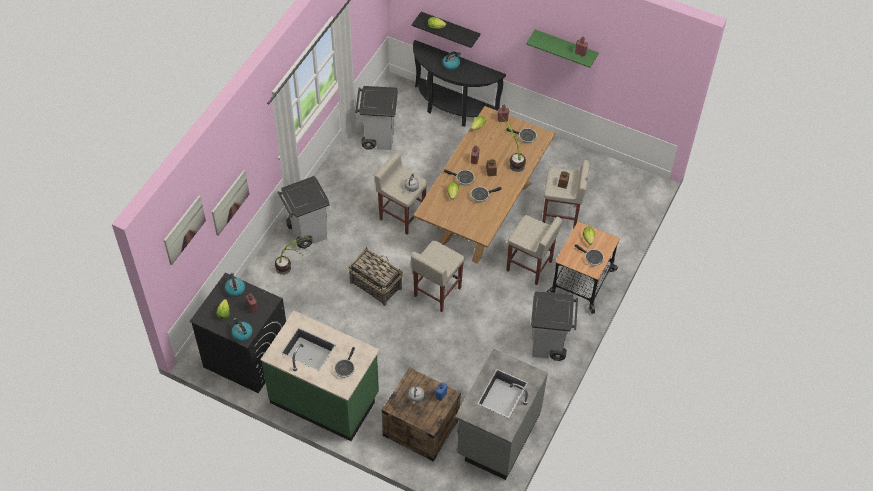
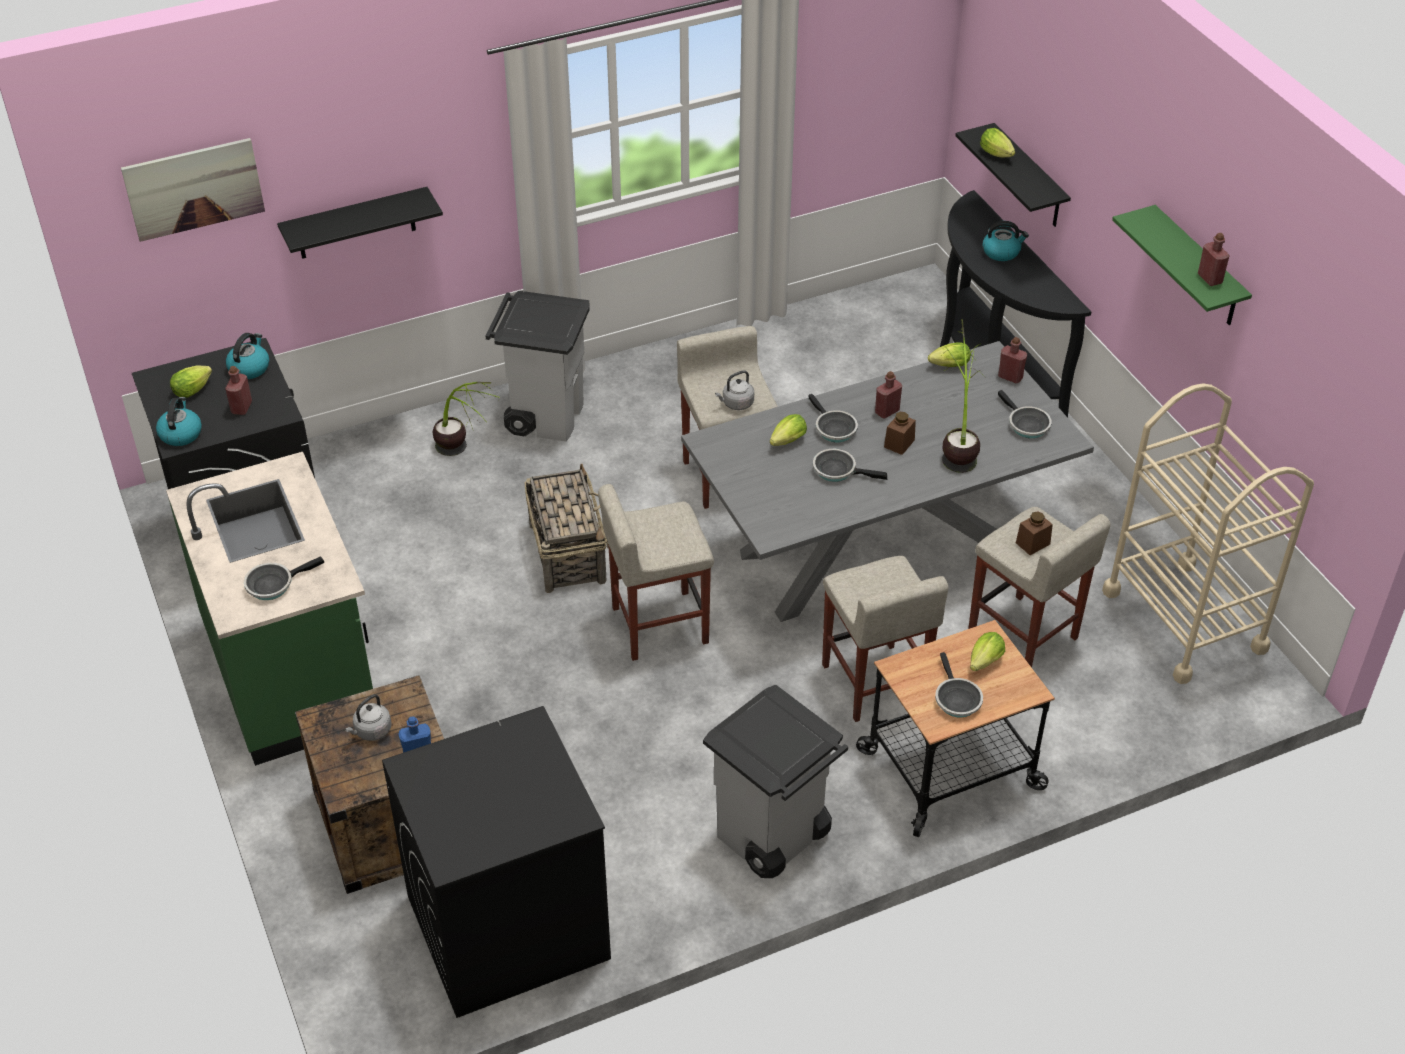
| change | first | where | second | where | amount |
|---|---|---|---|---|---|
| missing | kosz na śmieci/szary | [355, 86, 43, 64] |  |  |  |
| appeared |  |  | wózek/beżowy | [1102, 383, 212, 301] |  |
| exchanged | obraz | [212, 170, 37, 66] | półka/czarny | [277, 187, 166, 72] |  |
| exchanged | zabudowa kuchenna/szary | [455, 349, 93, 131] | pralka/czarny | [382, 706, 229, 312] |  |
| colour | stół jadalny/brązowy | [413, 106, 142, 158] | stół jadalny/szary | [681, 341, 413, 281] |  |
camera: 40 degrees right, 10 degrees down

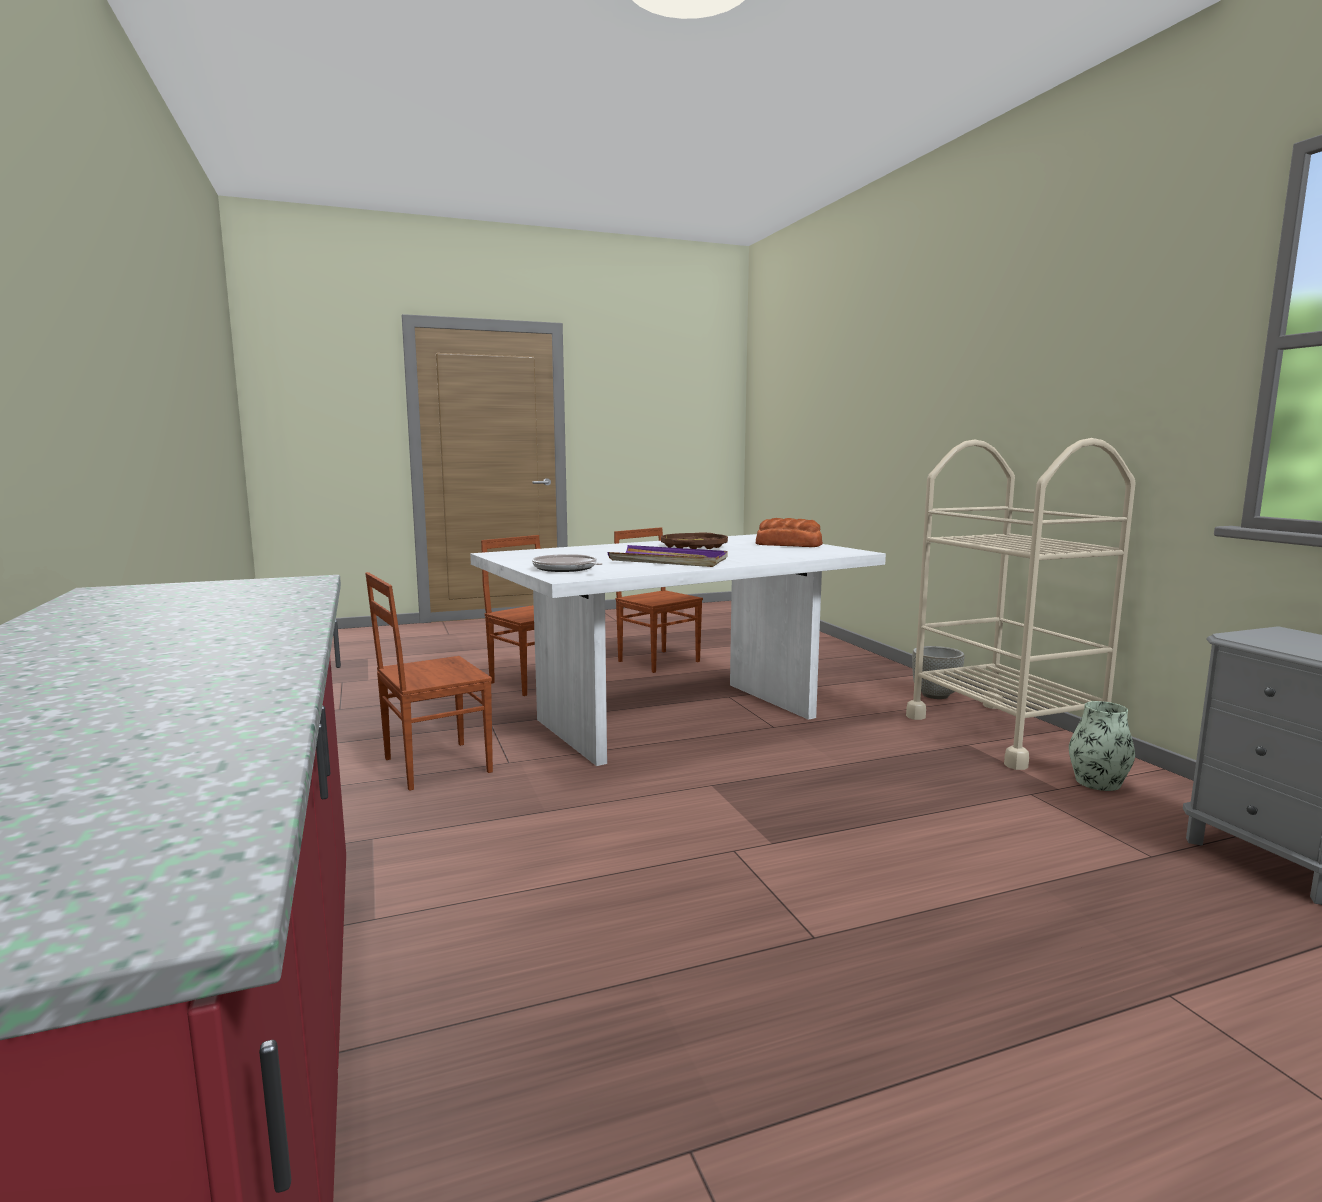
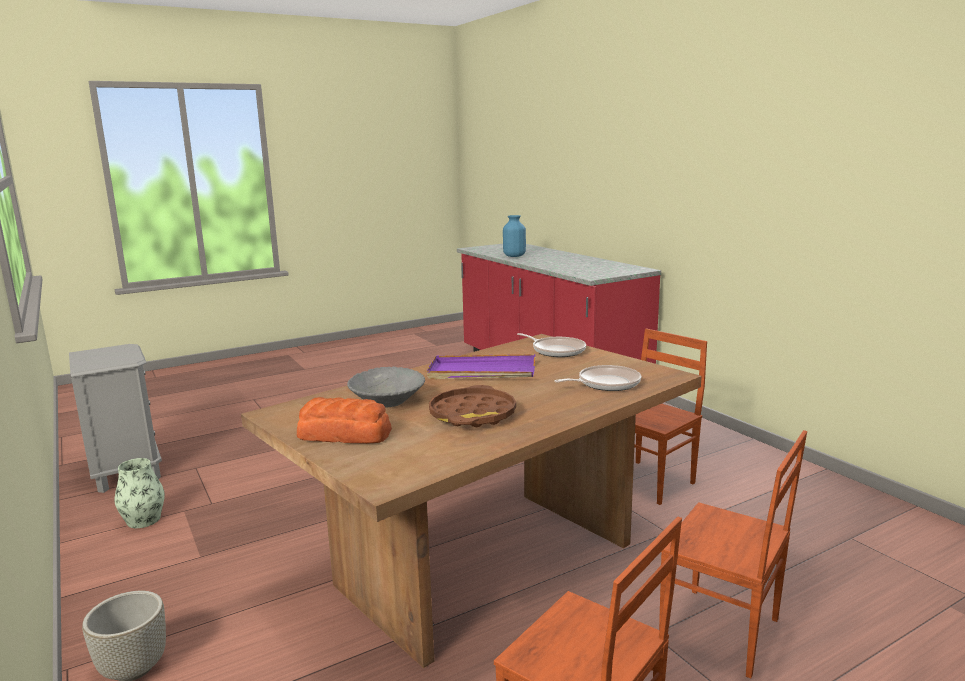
| change | first | where | second | where | amount |
|---|---|---|---|---|---|
| missing | wózek/beżowy | [906, 438, 230, 332] |  |  |  |
| appeared |  |  | miska/szary | [347, 367, 78, 40] |  |
| appeared |  |  | wazon/niebieski | [503, 215, 23, 42] |  |
| appeared |  |  | patelnia | [554, 365, 87, 26] |  |
| colour | stół jadalny/biały | [470, 534, 416, 232] | stół jadalny/brązowy | [241, 334, 461, 334] |  |
camera: 170 degrees right, 5 degrees up

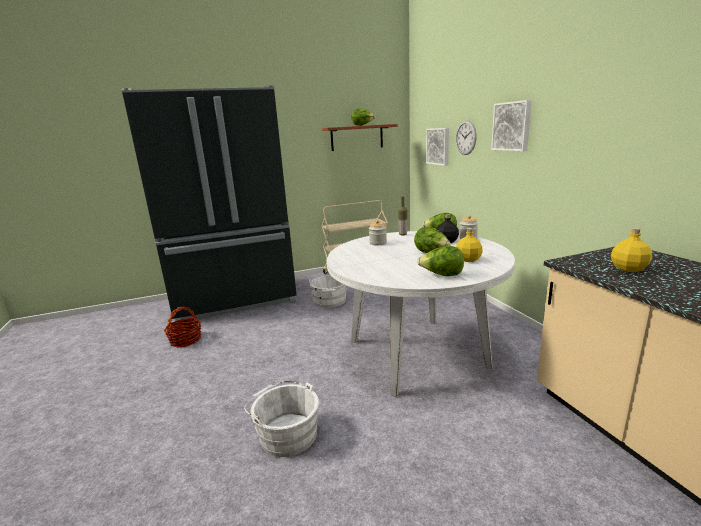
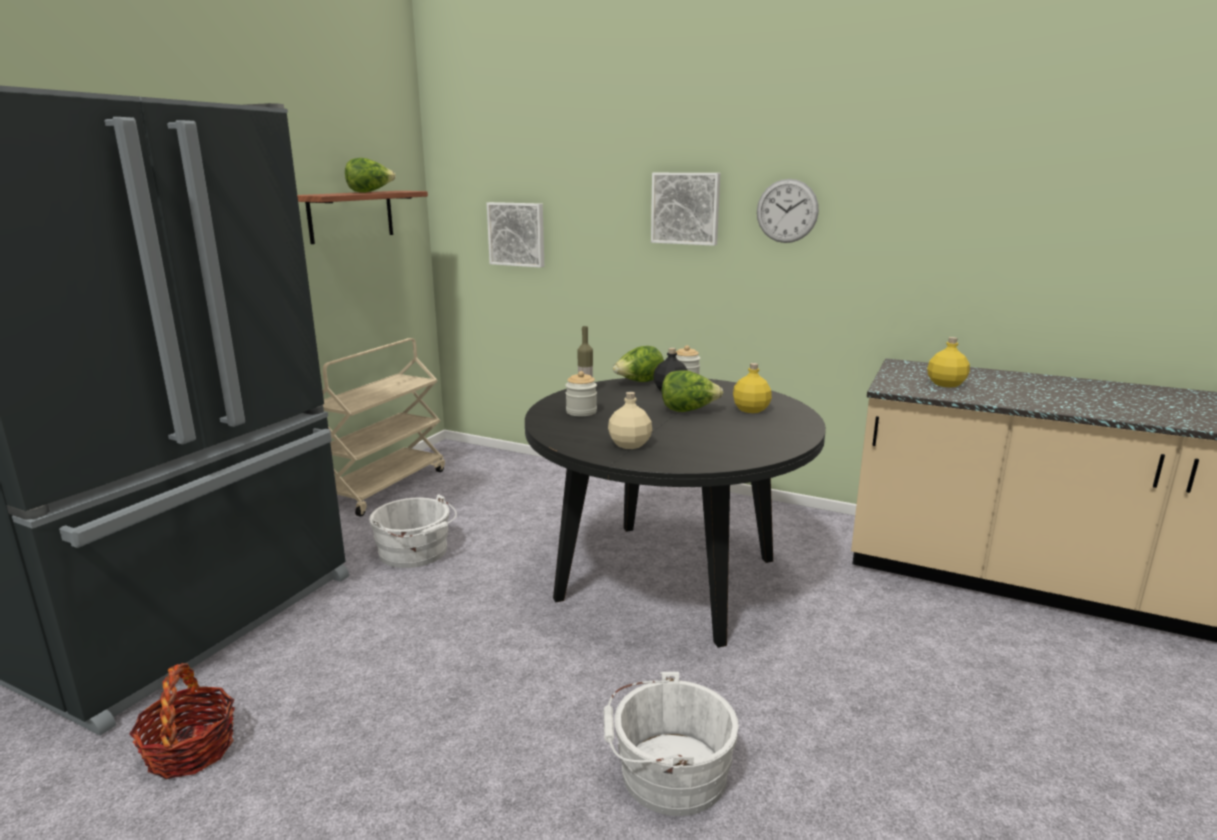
| change | first | where | second | where | amount |
|---|---|---|---|---|---|
| missing | sałata | [417, 246, 47, 30] |  |  |  |
| appeared |  |  | butelka/beżowy | [608, 392, 44, 57] |  |
| relocated | zegar ścienny | [456, 120, 21, 35] |  | [757, 179, 62, 64] |  |
| colour | stół jadalny/biały | [327, 231, 188, 166] | stół jadalny/czarny | [525, 378, 301, 270] |  |
camera: 45 degrees left, 0 degrees up

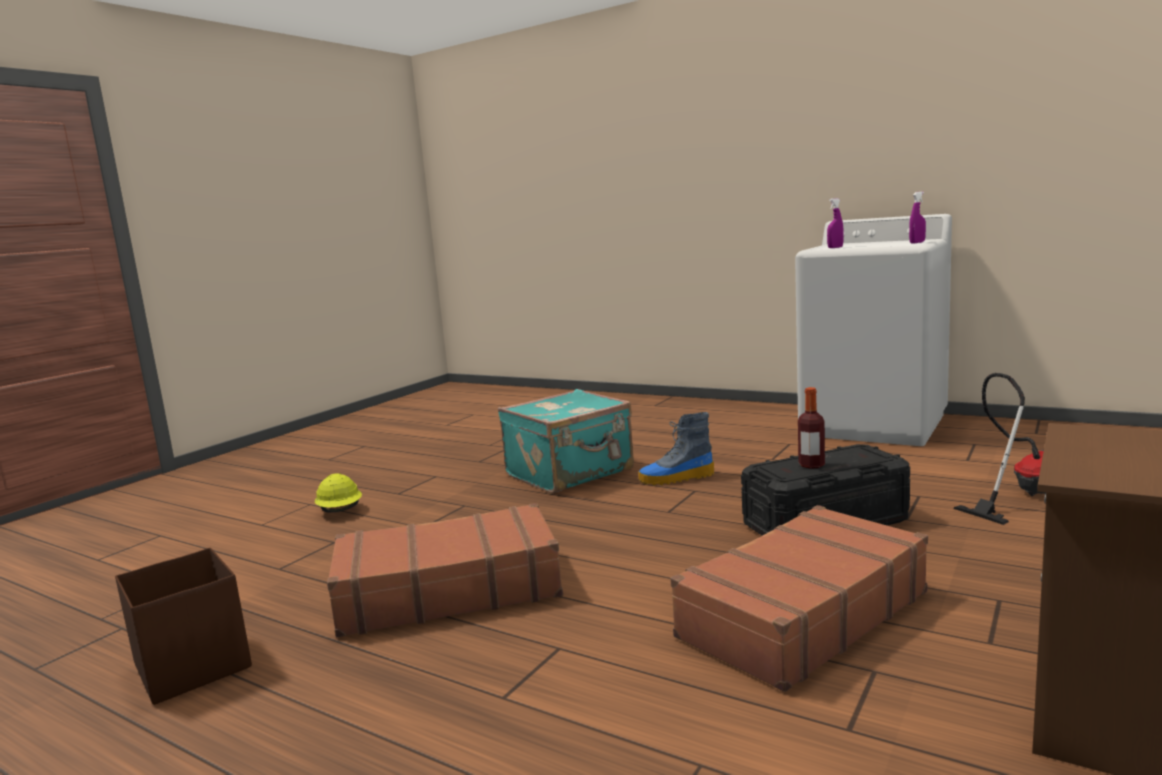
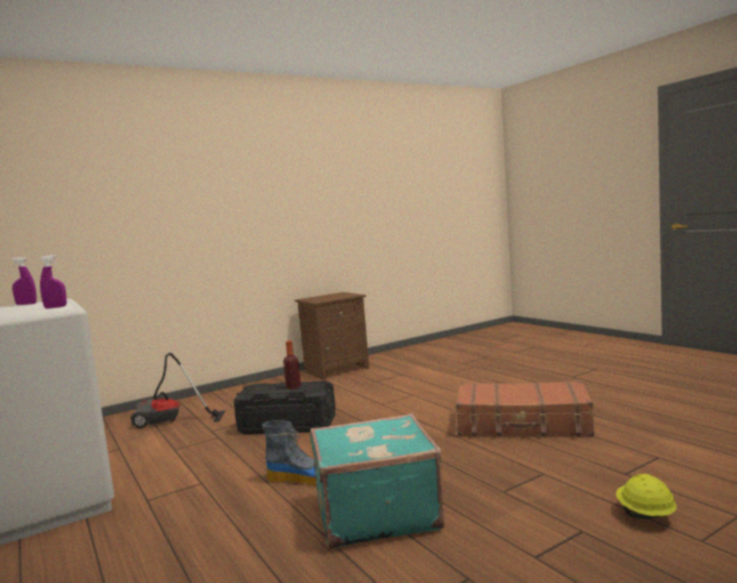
| change | first | where | second | where | amount |
|---|---|---|---|---|---|
| missing | pojemnik do przechowywania/brązowy | [115, 548, 137, 157] |  |  |  |
| missing | walizka/brązowy | [670, 505, 258, 187] |  |  |  |
camera: 155 degrees left, 5 degrees down

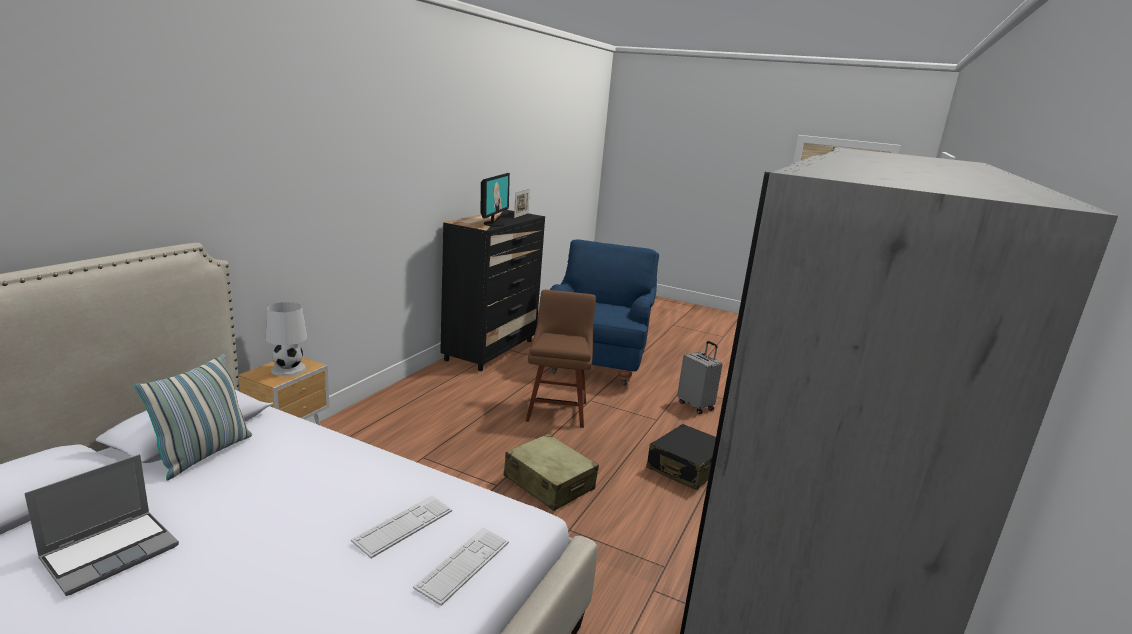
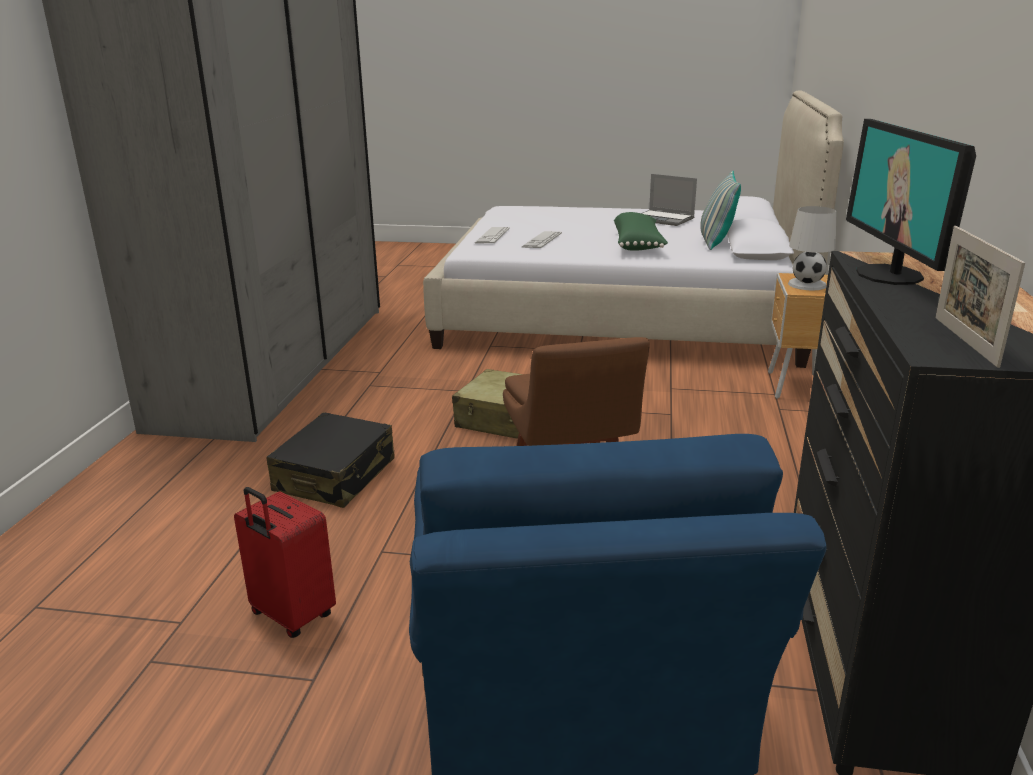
| change | first | where | second | where | amount |
|---|---|---|---|---|---|
| appeared |  |  | poduszka/zielony | [614, 212, 54, 39] |  |
| colour | walizka/szary | [677, 341, 46, 73] | walizka/czerwony | [234, 487, 102, 151] |  |
| spun | laptop | [24, 454, 155, 142] |  | [641, 174, 56, 52] | 75 degrees counterclockwise |
camera: 165 degrees right, 5 degrees up

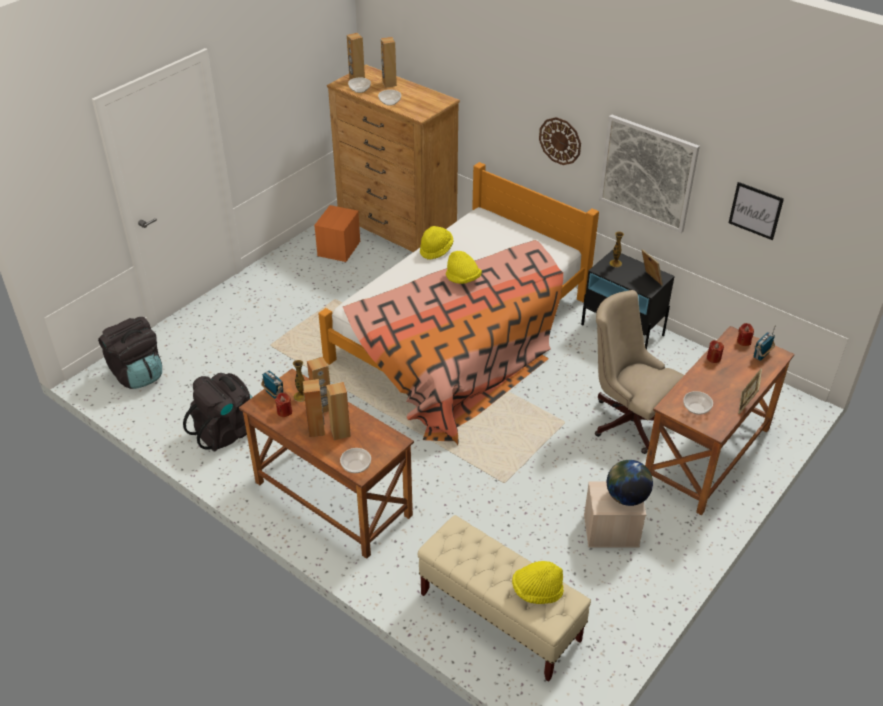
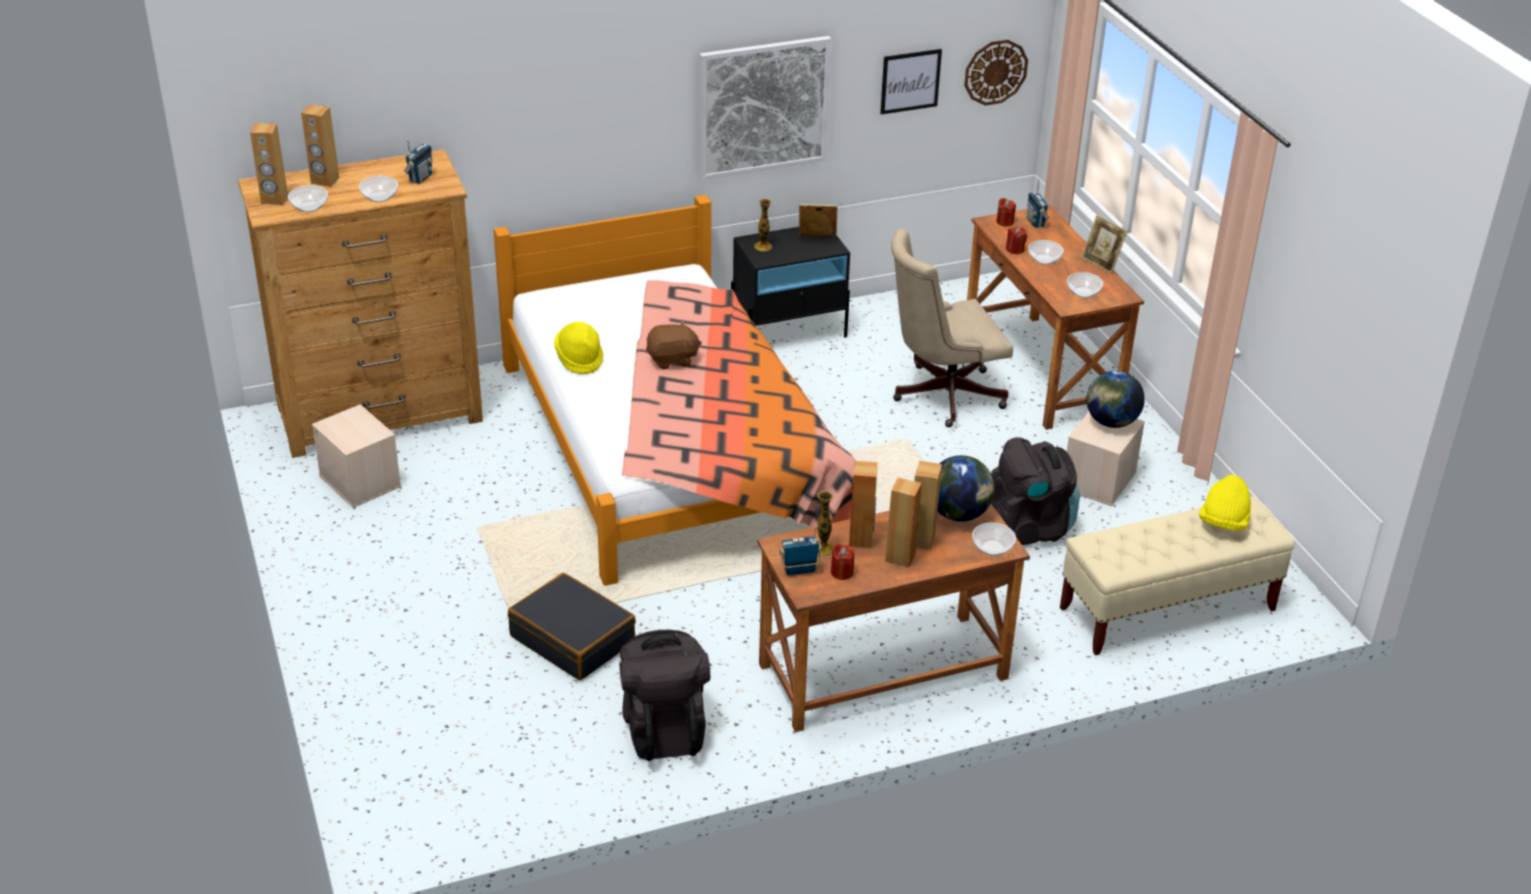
| change | first | where | second | where | amount |
|---|---|---|---|---|---|
| appeared |  |  | radio | [404, 139, 28, 45] |  |
| appeared |  |  | walizka/czarny | [508, 573, 128, 107] |  |
| appeared |  |  | globus | [938, 455, 57, 67] |  |
| appeared |  |  | miska | [1028, 240, 35, 25] |  |
| relocated | plecak/czarny | [98, 317, 64, 72] |  | [991, 437, 89, 108] |  |
| relocated | zegar ścienny | [539, 117, 42, 48] |  | [964, 40, 64, 66] |  |
| exchanged | kapelusz/żółty | [446, 251, 36, 33] | pluszak/brązowy | [646, 321, 56, 48] |  |
| colour | pojemnik do przechowywania/pomarańczowy | [314, 205, 47, 57] | pojemnik do przechowywania/beżowy | [312, 404, 89, 104] |  |
camera: 60 degrees left, 5 degrees down

